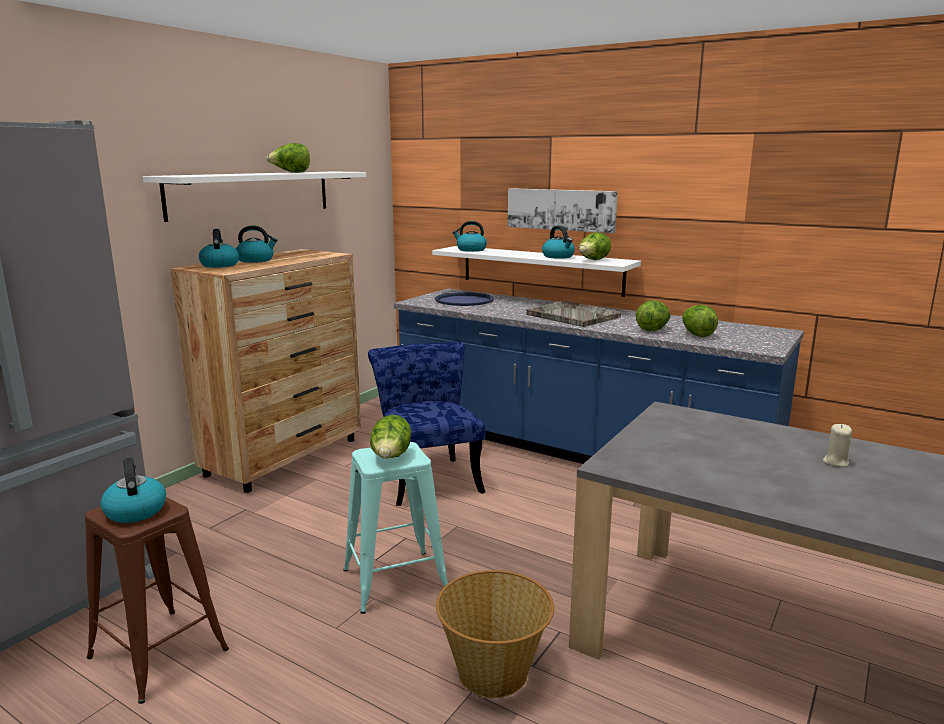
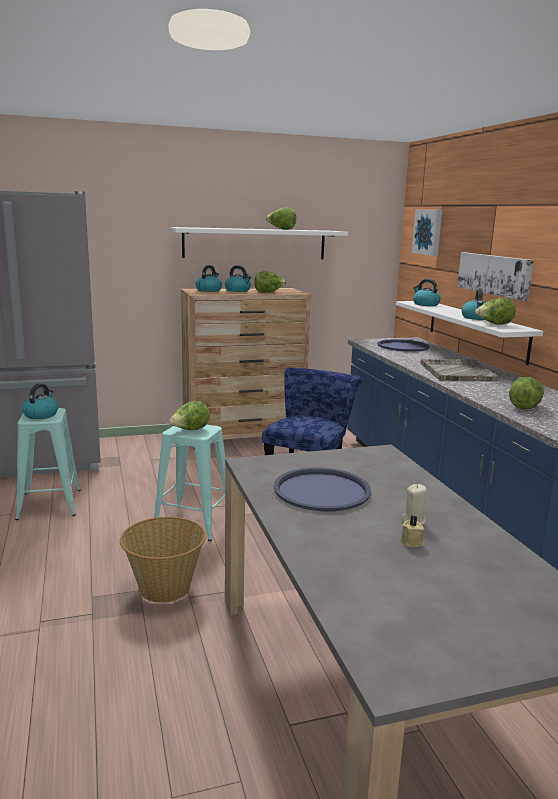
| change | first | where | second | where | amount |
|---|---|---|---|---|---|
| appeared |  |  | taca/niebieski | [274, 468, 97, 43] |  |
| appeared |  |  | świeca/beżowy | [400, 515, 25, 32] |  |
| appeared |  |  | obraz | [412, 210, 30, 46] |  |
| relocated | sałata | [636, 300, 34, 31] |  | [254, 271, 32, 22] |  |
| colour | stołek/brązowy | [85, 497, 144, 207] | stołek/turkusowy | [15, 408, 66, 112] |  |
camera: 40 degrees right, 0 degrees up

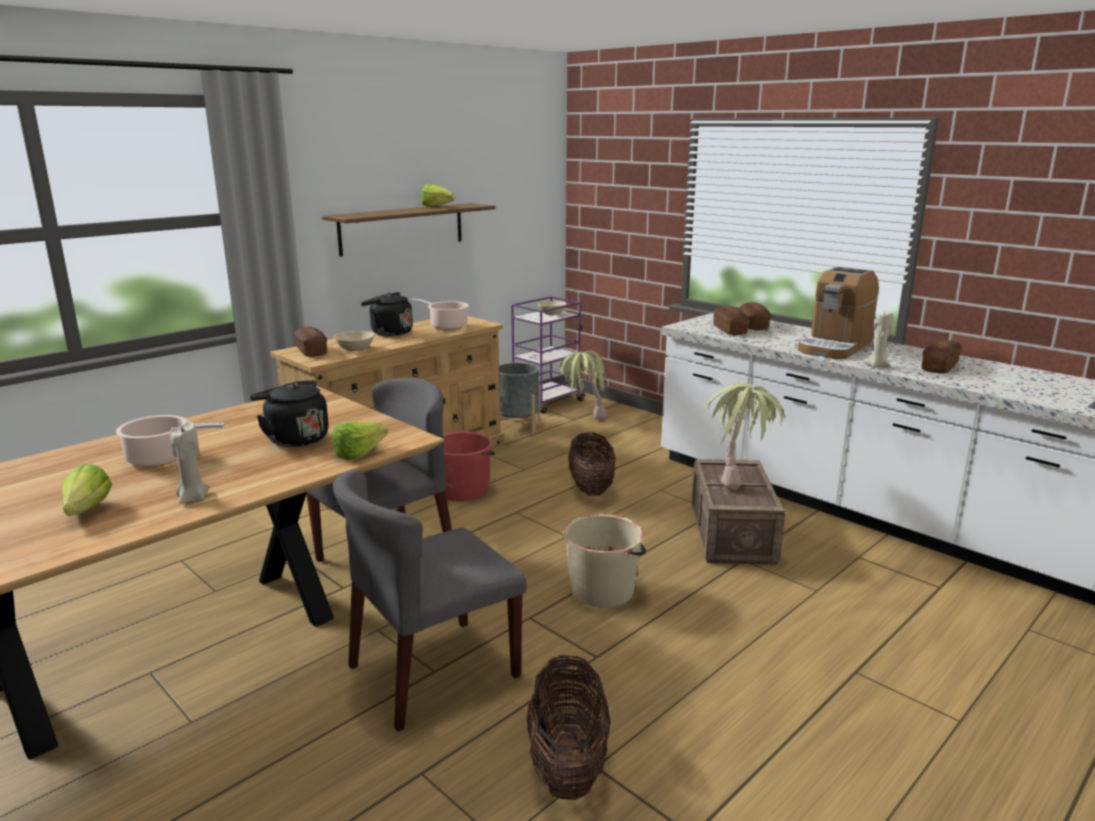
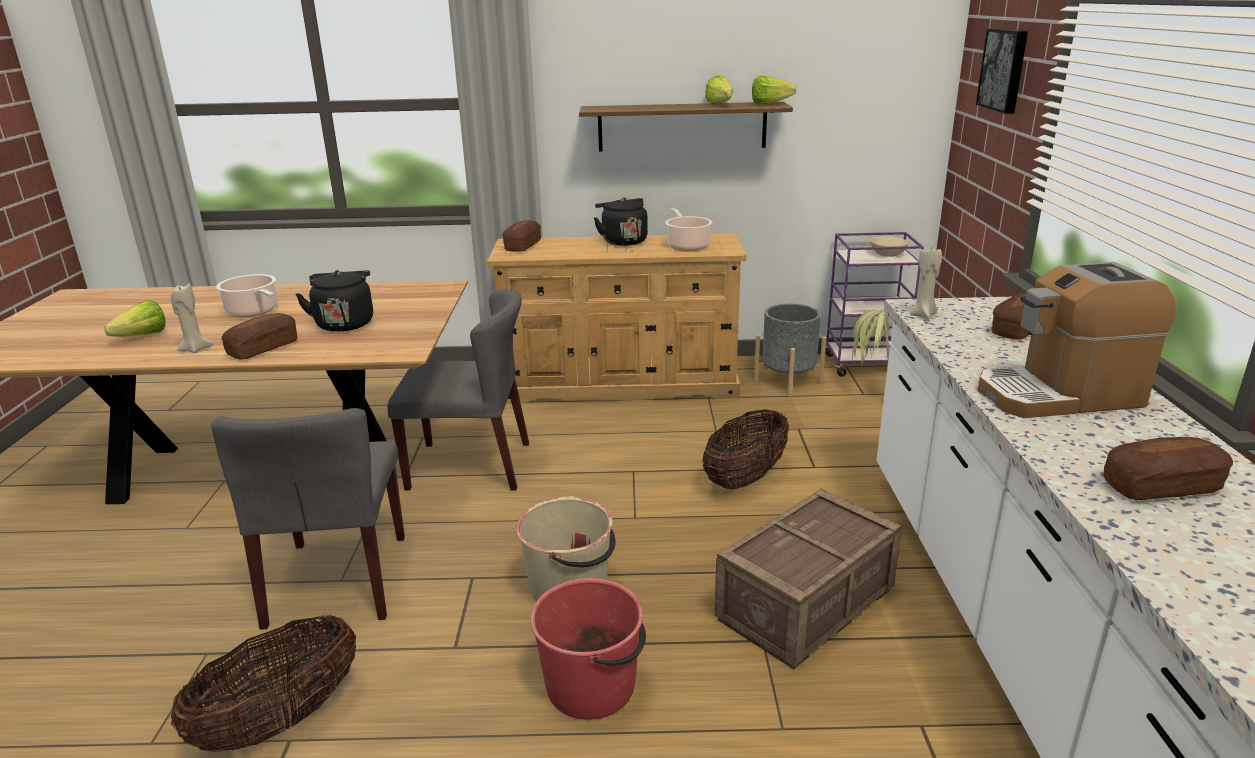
| change | first | where | second | where | amount |
|---|---|---|---|---|---|
| missing | miska/beżowy | [334, 331, 40, 20] |  |  |  |
| missing | roślina doniczkowa | [705, 383, 80, 107] |  |  |  |
| appeared |  |  | obraz | [976, 28, 52, 86] |  |
| relocated | sałata | [332, 422, 56, 38] |  | [752, 76, 44, 29] |  |
| relocated | wiadro/czerwony | [443, 431, 52, 70] |  | [530, 578, 116, 142] |  |
| relocated | chleb | [713, 307, 37, 28] |  | [221, 313, 77, 47] |  |
| relocated | świeca/beżowy | [863, 311, 30, 57] |  | [910, 248, 32, 71] |  |
| spun | krzesło/szary | [333, 470, 194, 262] |  | [211, 408, 194, 222] | 105 degrees counterclockwise |
camera: 45 degrees right, 5 degrees up

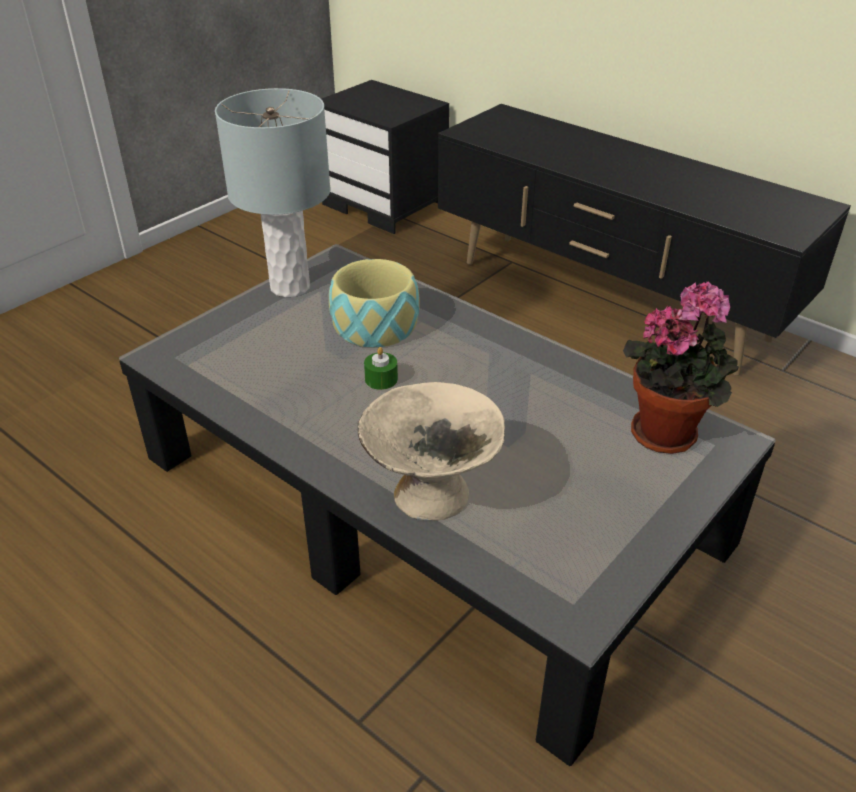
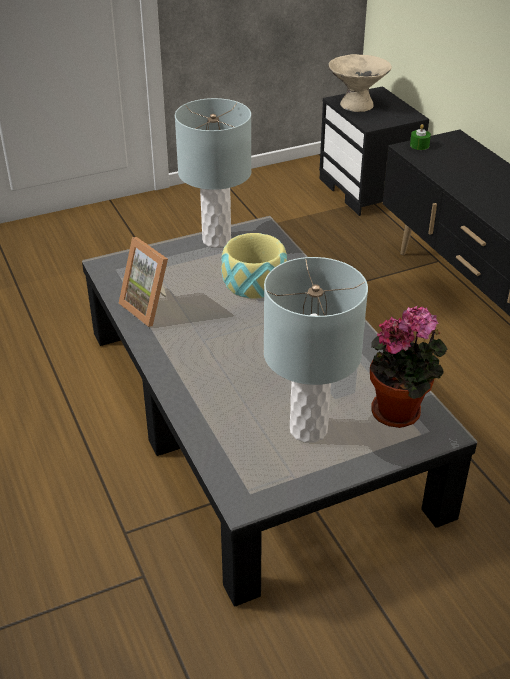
| change | first | where | second | where | amount |
|---|---|---|---|---|---|
| appeared |  |  | ramka na zdjęcie | [119, 237, 49, 90] |  |
| appeared |  |  | lampa stołowa/szary | [264, 257, 104, 186] |  |
| relocated | miska/beżowy | [358, 382, 147, 139] |  | [328, 54, 64, 58] |  |
| relocated | świeca/zielony | [364, 347, 34, 43] |  | [410, 124, 21, 26] |  |
camera: 25 degrees right, 0 degrees up

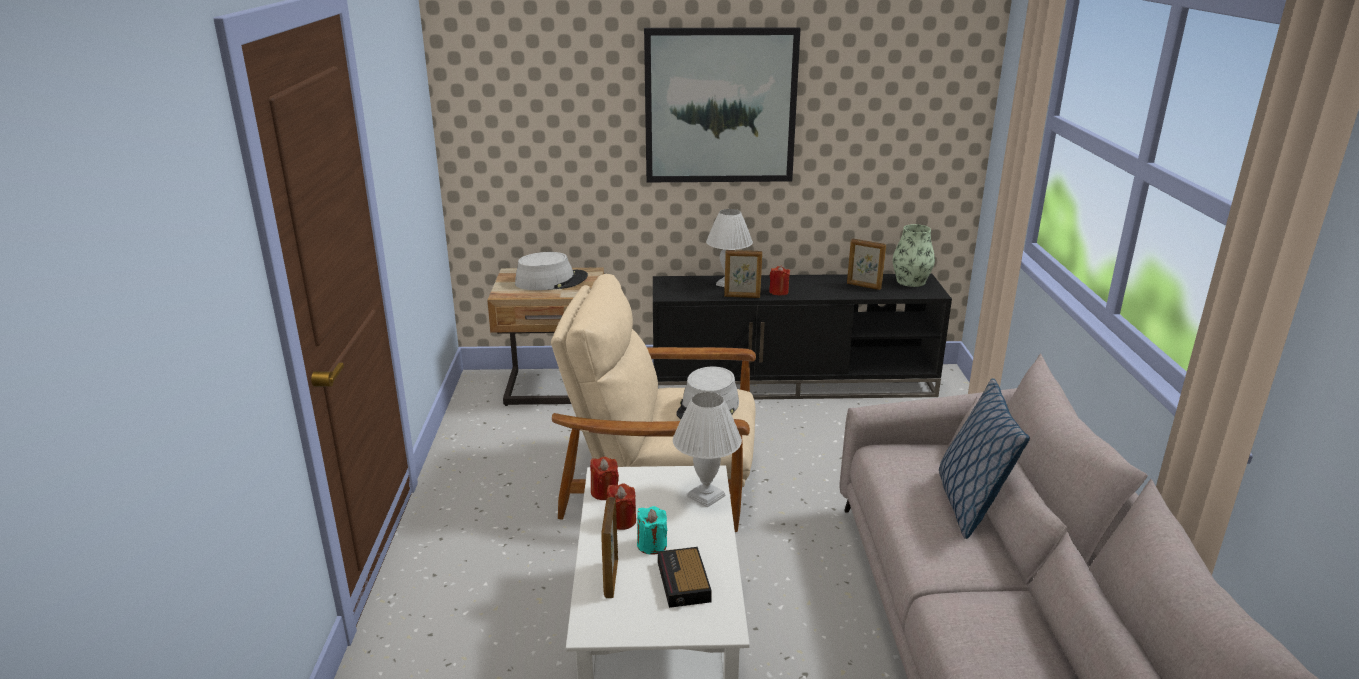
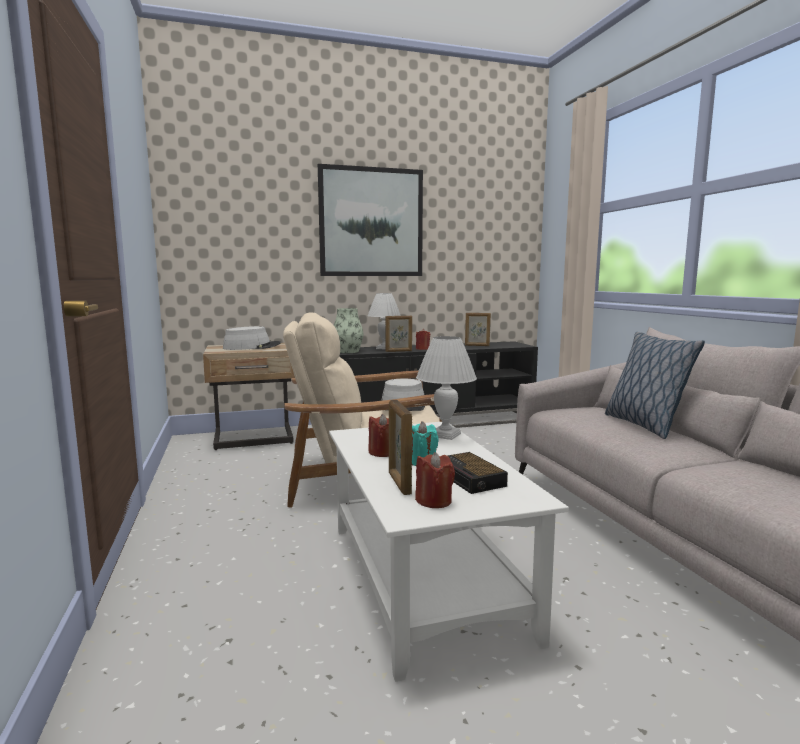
| change | first | where | second | where | amount |
|---|---|---|---|---|---|
| relocated | świeca/czerwony | [590, 456, 29, 44] |  | [415, 452, 40, 56] |  |
| relocated | wazon | [893, 224, 42, 63] |  | [334, 308, 30, 45] |  |
camera: 15 degrees left, 15 degrees down

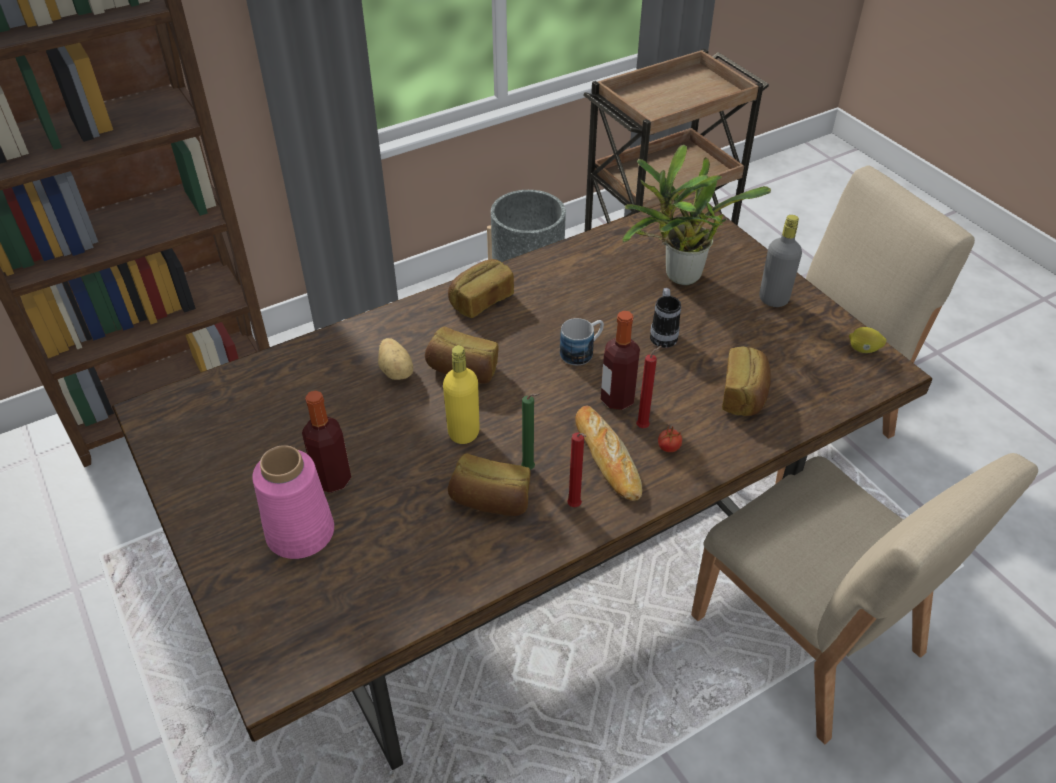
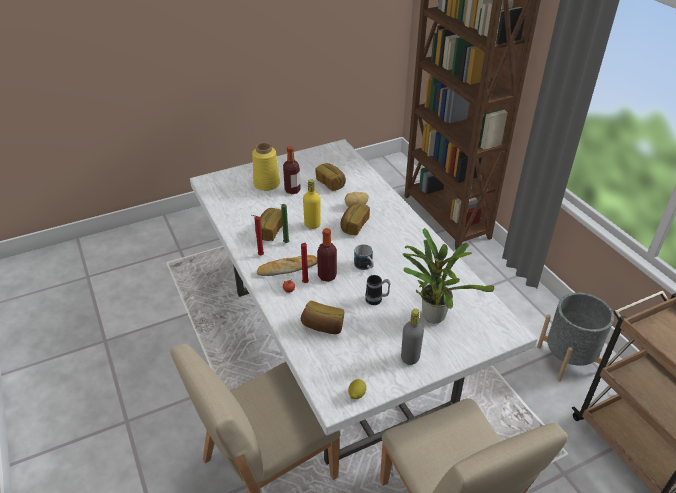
| change | first | where | second | where | amount |
|---|---|---|---|---|---|
| relocated | chleb | [448, 259, 66, 59] |  | [315, 163, 31, 28] |  |
| colour | stół jadalny/brązowy | [112, 192, 820, 578] | stół jadalny/biały | [190, 139, 348, 326] |  |
| colour | wazon/różowy | [252, 445, 82, 114] | wazon/żółty | [252, 142, 28, 49] |  |
camera: 95 degrees right, 5 degrees down

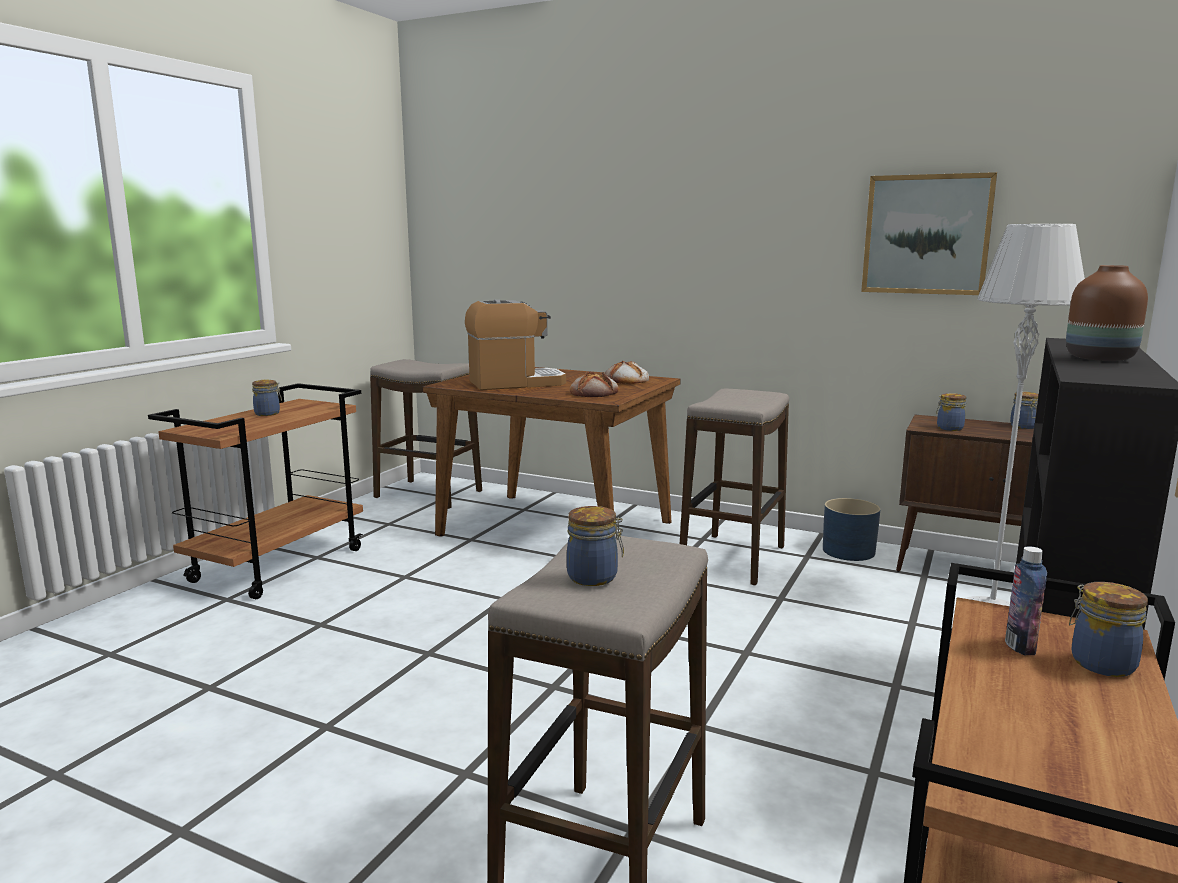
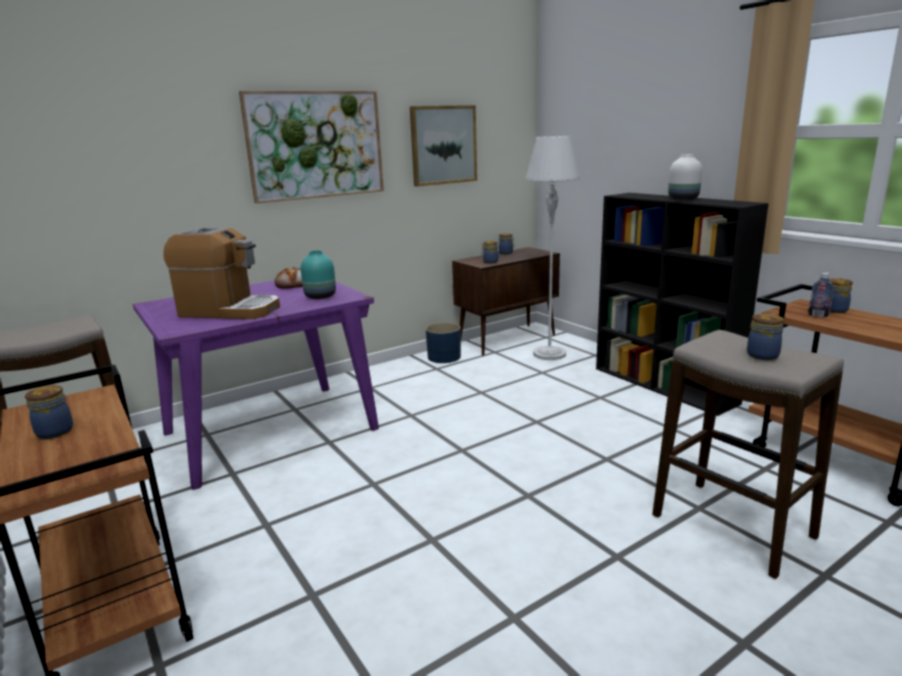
| change | first | where | second | where | amount |
|---|---|---|---|---|---|
| missing | stołek | [680, 388, 109, 198] |  |  |  |
| appeared |  |  | obraz | [239, 91, 145, 113] |  |
| exchanged | chleb | [570, 371, 49, 26] | wazon/turkusowy | [301, 250, 35, 49] |  |
| colour | stół jadalny/brązowy | [422, 367, 259, 170] | stół jadalny/fioletowy | [133, 280, 246, 210] |  |
| colour | wazon/brązowy | [1066, 265, 82, 96] | wazon/biały | [668, 154, 34, 46] |  |
| spun | ekspres do kawy | [465, 300, 101, 90] |  | [164, 228, 116, 91] | 90 degrees clockwise |
camera: 60 degrees left, 5 degrees up

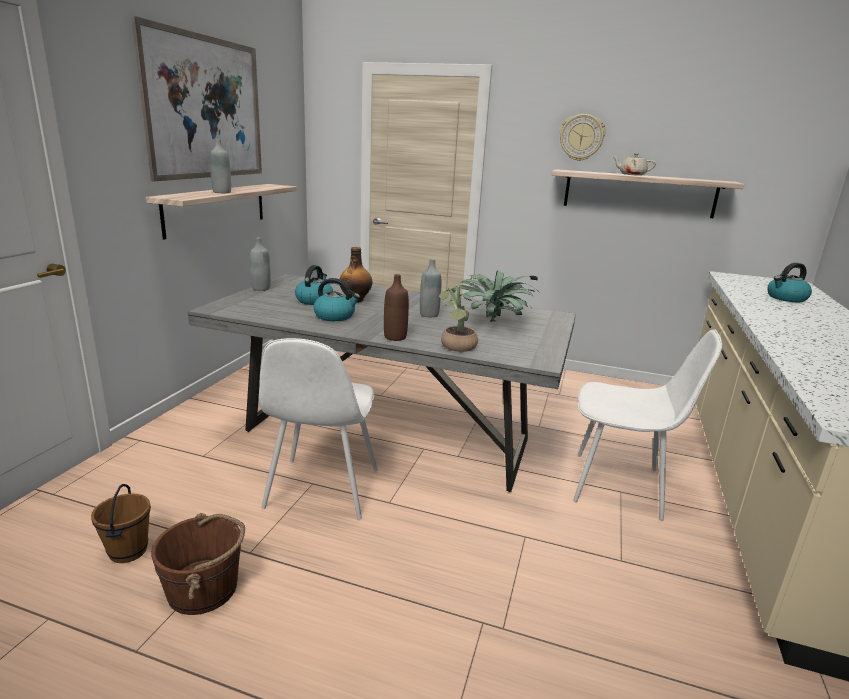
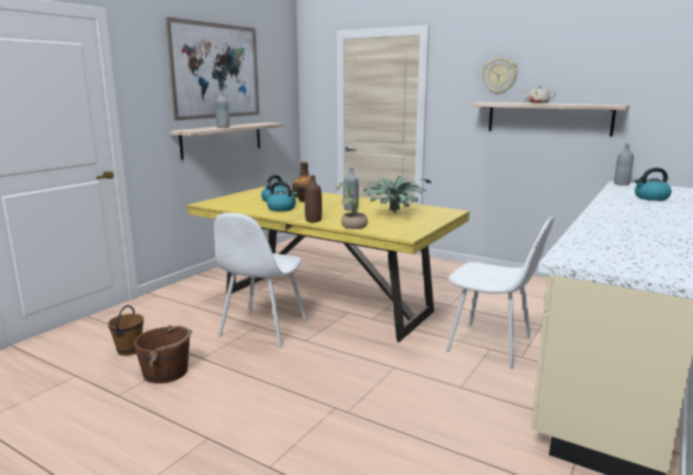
| change | first | where | second | where | amount |
|---|---|---|---|---|---|
| relocated | butelka/szary | [250, 237, 21, 54] |  | [614, 144, 19, 42] |  |
| colour | stół jadalny/szary | [188, 274, 388, 218] | stół jadalny/żółty | [187, 186, 283, 156] |  |
camera: 15 degrees right, 5 degrees down

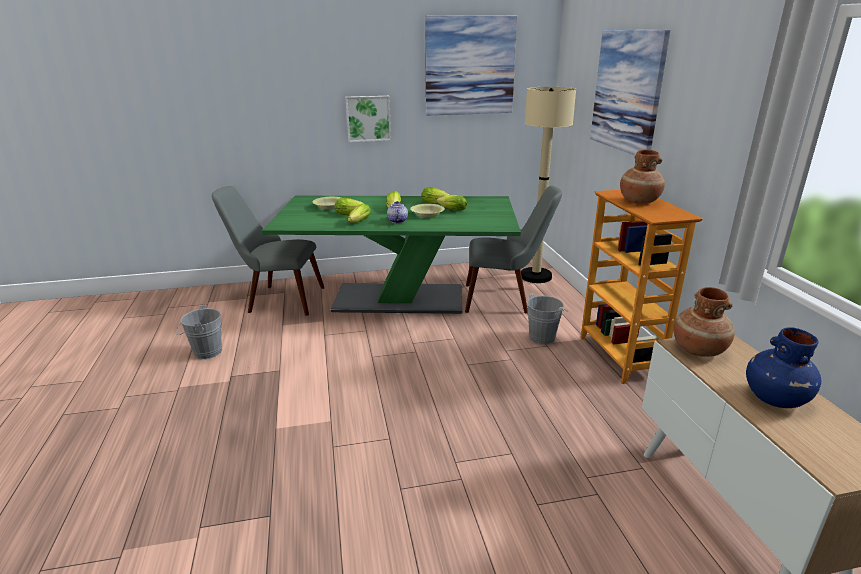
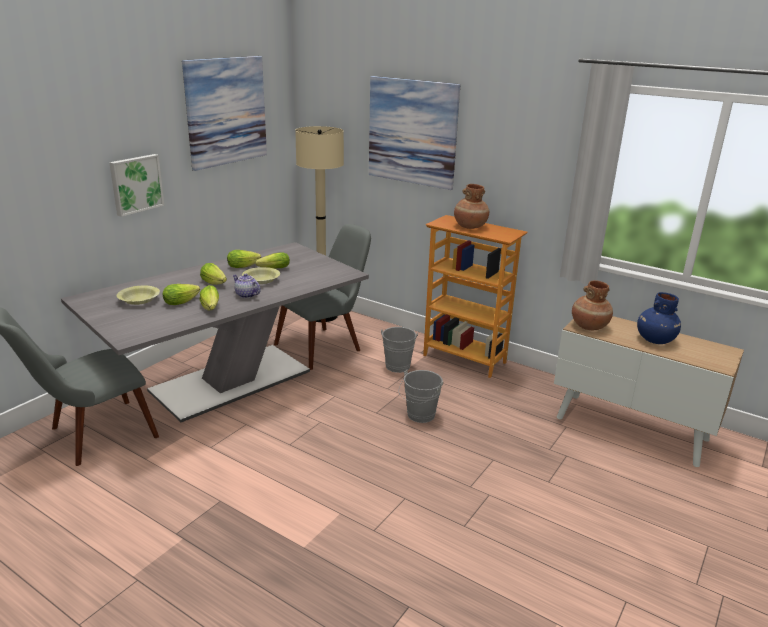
| change | first | where | second | where | amount |
|---|---|---|---|---|---|
| relocated | wiadro/szary | [176, 305, 46, 54] |  | [399, 370, 44, 53] |  |
| colour | stół jadalny/zielony | [262, 196, 259, 118] | stół jadalny/szary | [61, 242, 308, 180] |  |
camera: 45 degrees left, 0 degrees up

